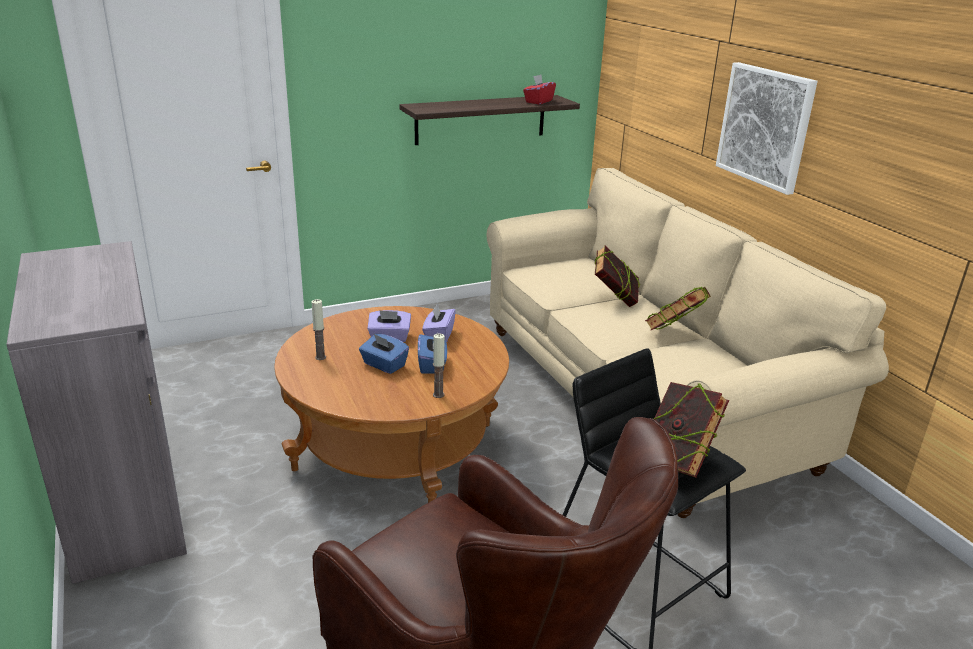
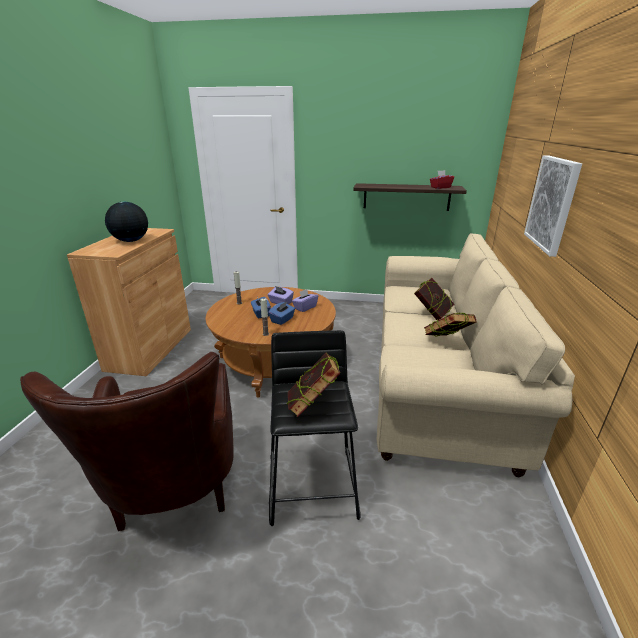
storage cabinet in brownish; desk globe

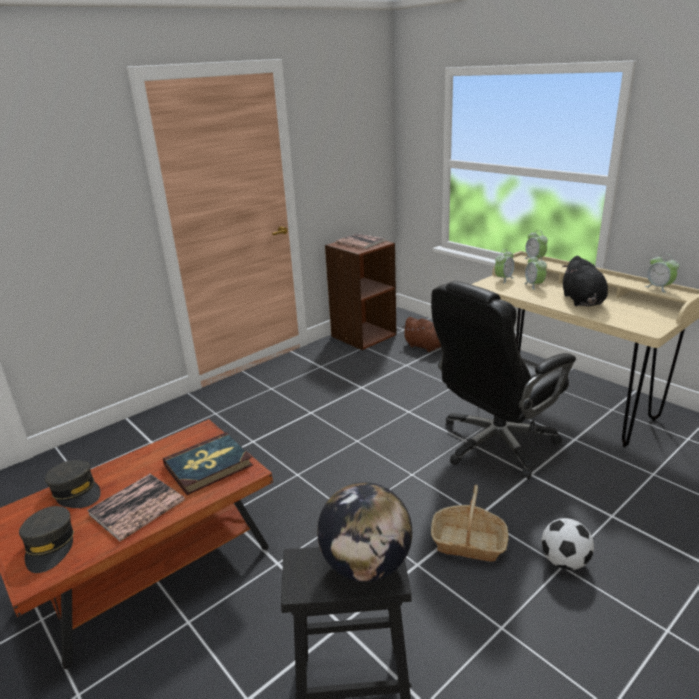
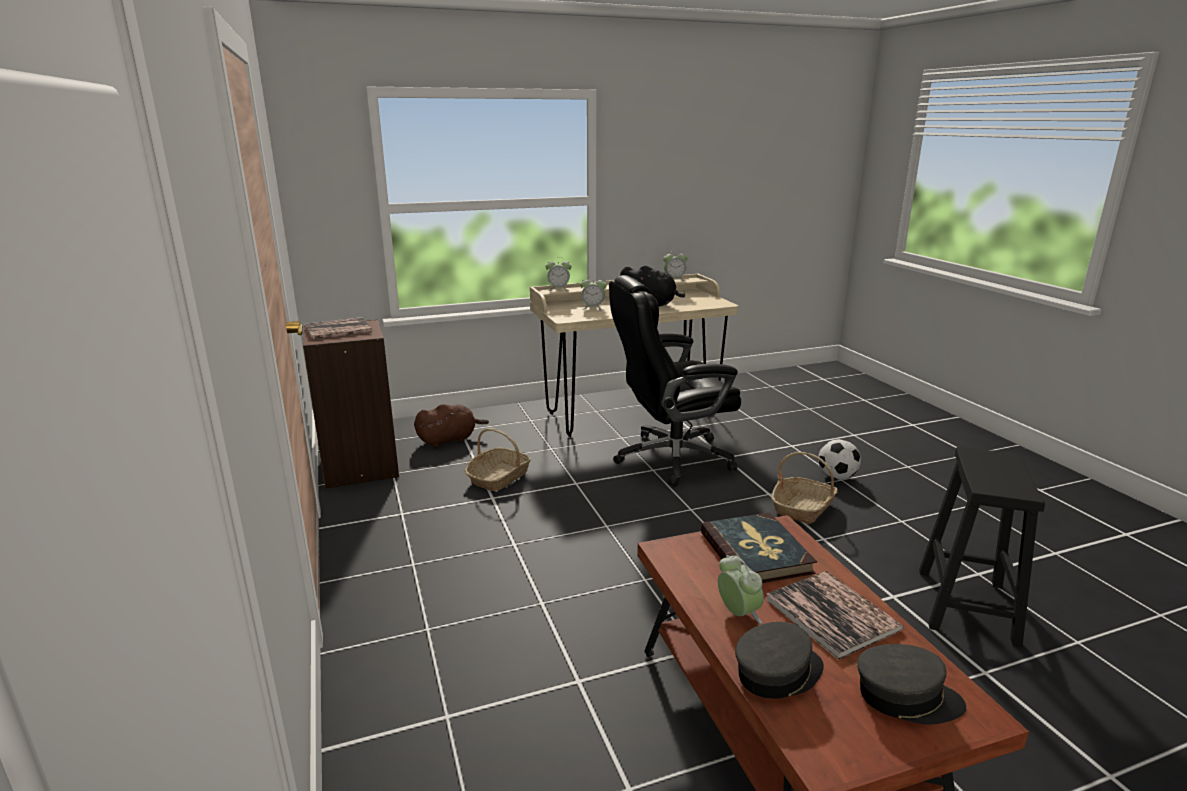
household basket (1st from left); office chair in black; bedside clock (4th from left); desk globe

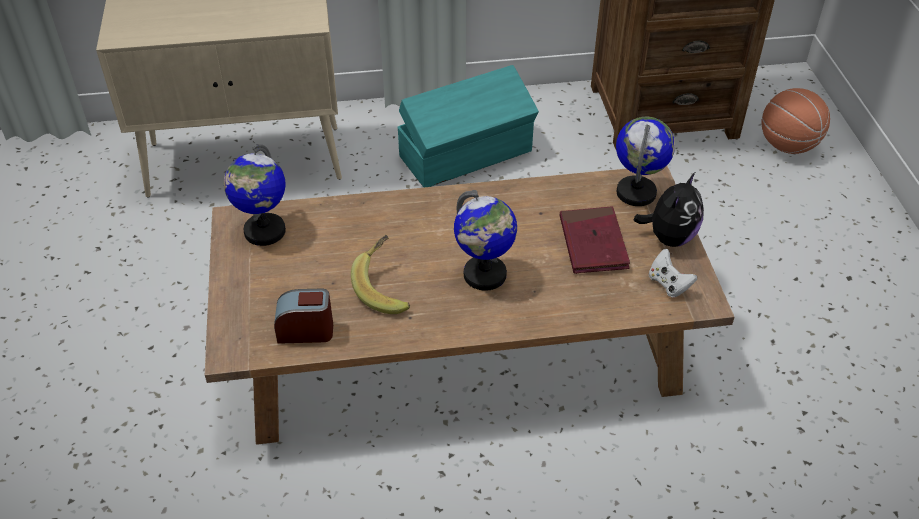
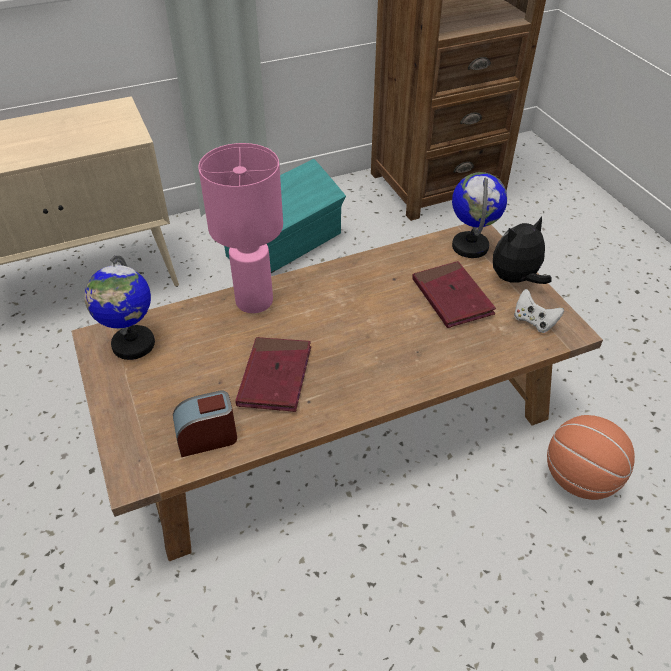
lamp for a table in pink; book in red-coloured (1st from left); plush toy; basketball ball; desk globe (2nd from left in the first image)

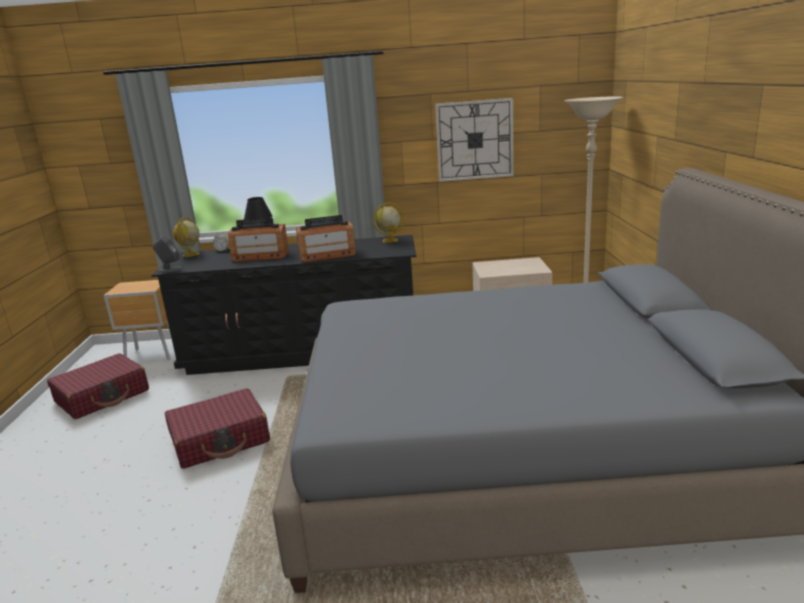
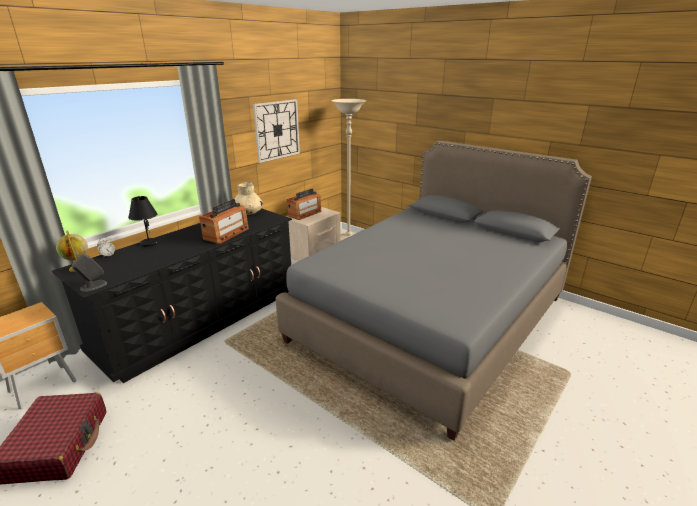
vase in beige-coloured; radio set (2nd from left); piece of luggage in red-coloured (2nd from left in the first image)

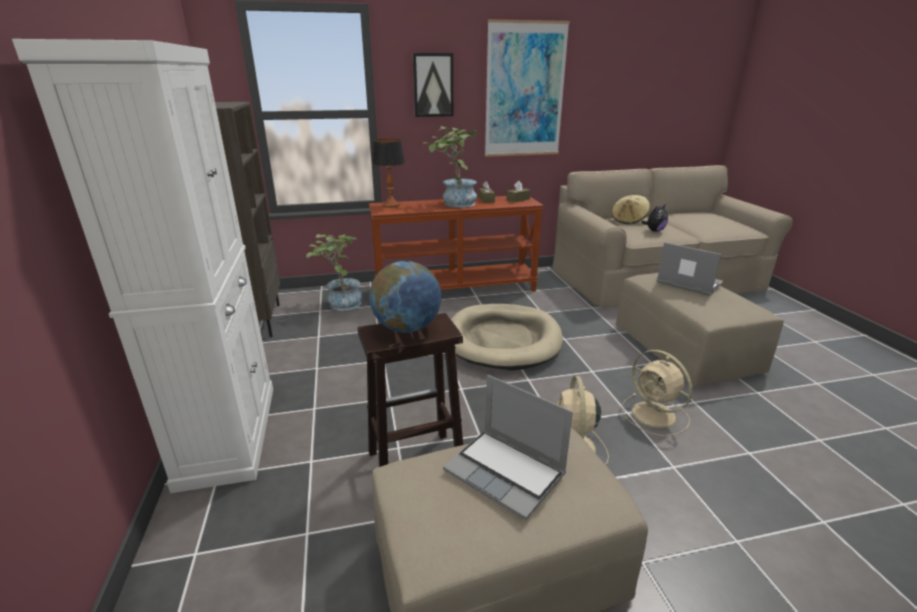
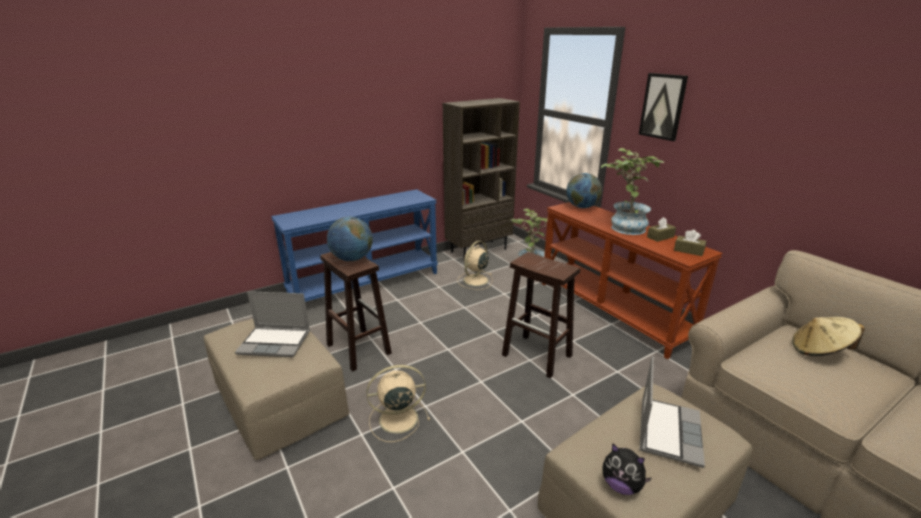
notebook computer (1st from left); console table in blue-coloured; fan in beige-coloured (2nd from left); sitting stool in brownish (2nd from left); desk globe (2nd from left); plush toy; wall picture (2nd from left in the first image)

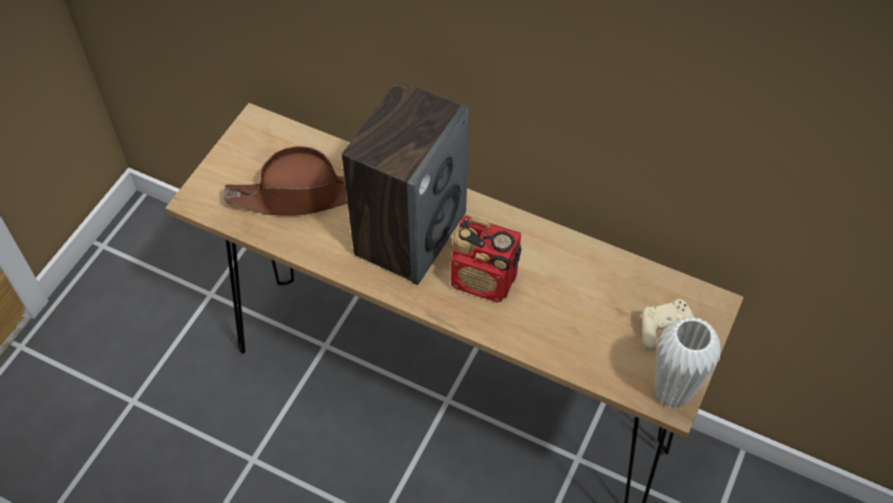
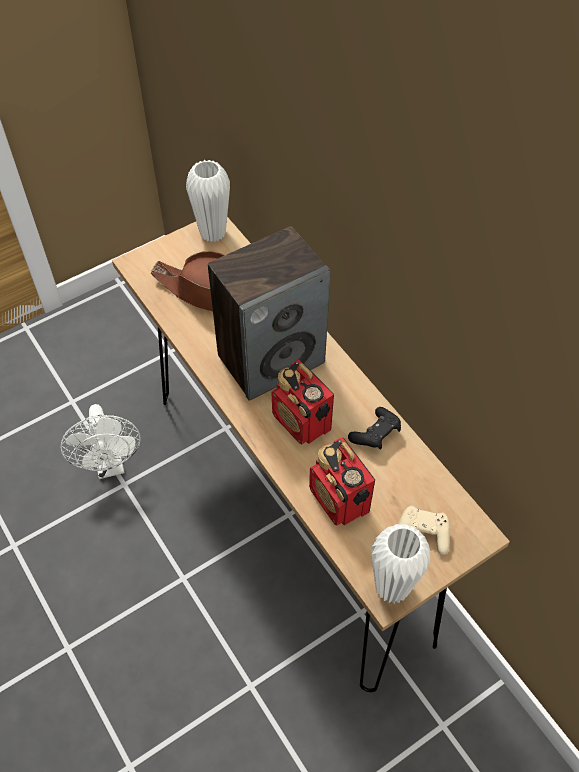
fan in whitish; vase in whitish (1st from left); radio set (2nd from left); game controller in black

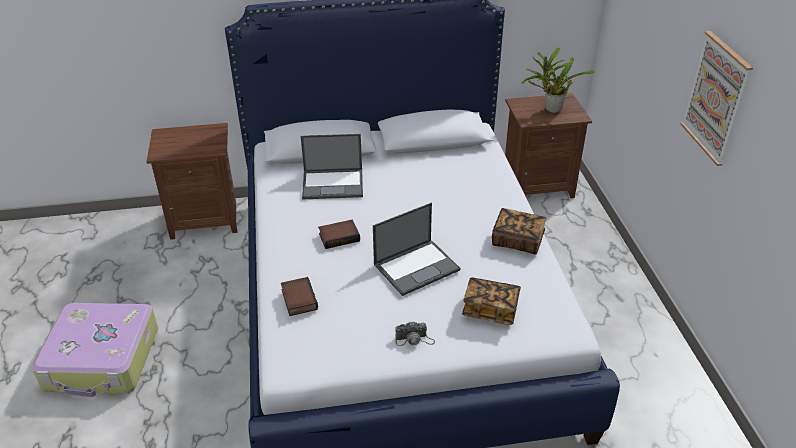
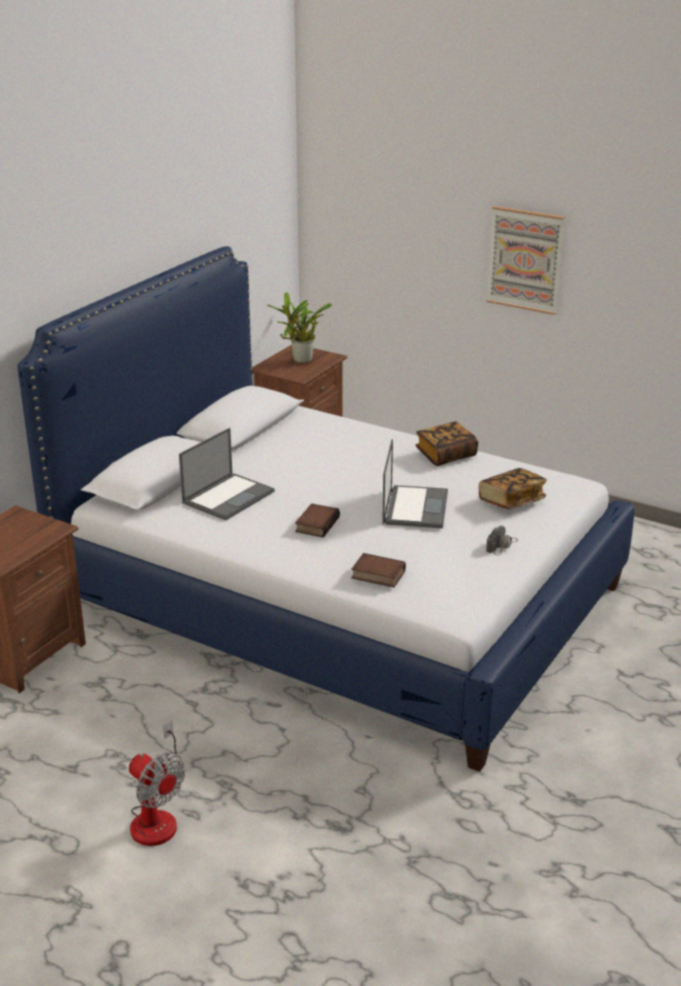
fan

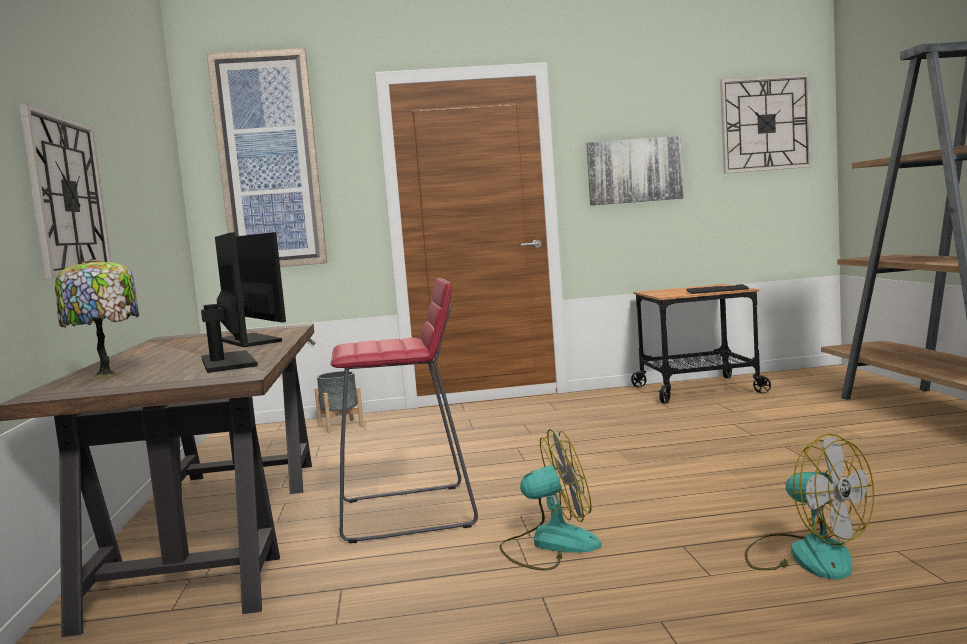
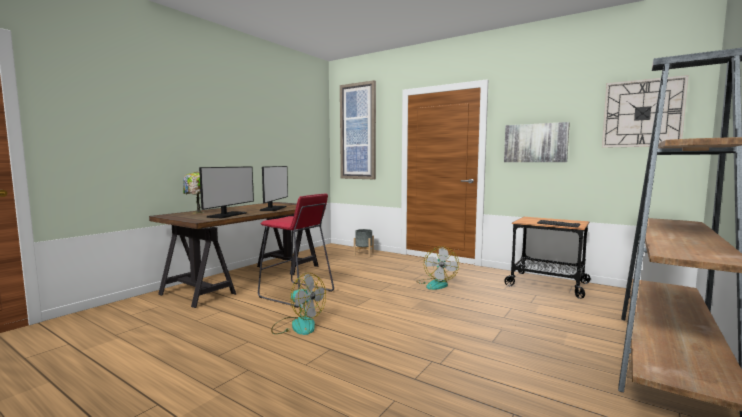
fan (2nd from left); clock on the wall (1st from left in the first image)

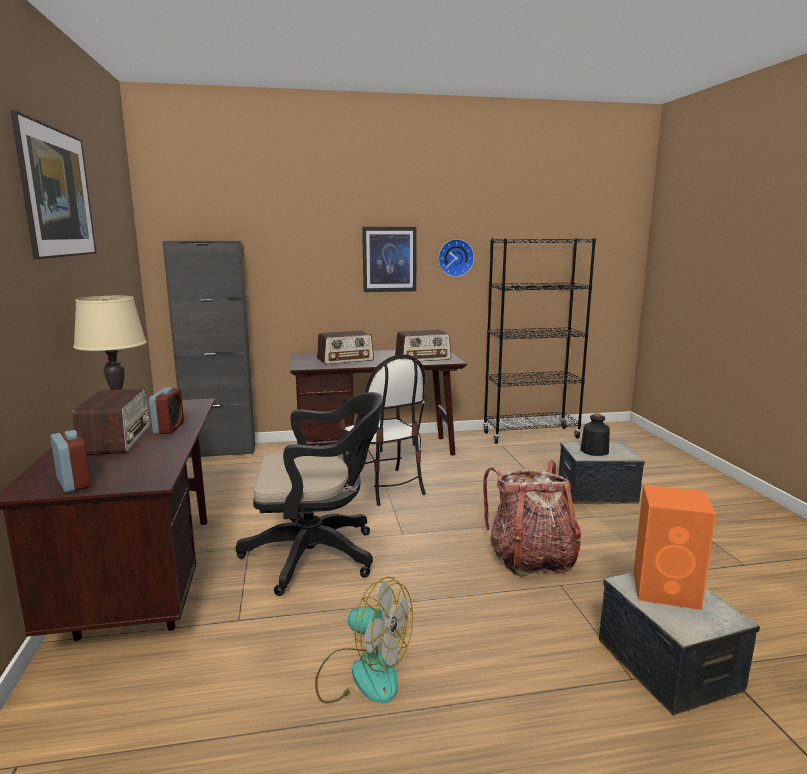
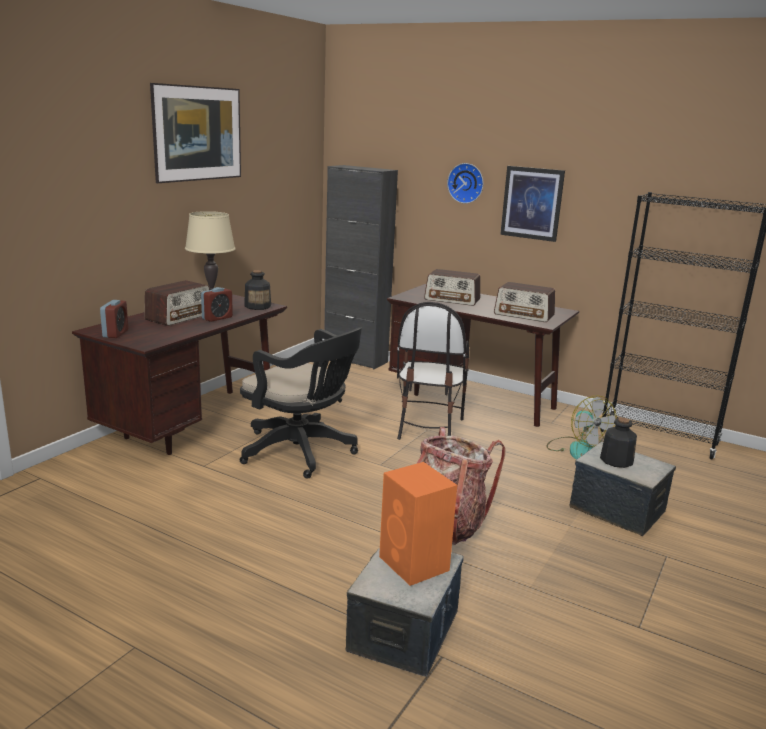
bottle (1st from left); clock on the wall; fan

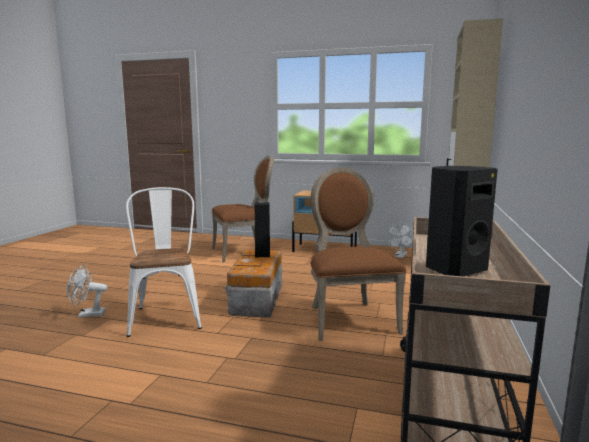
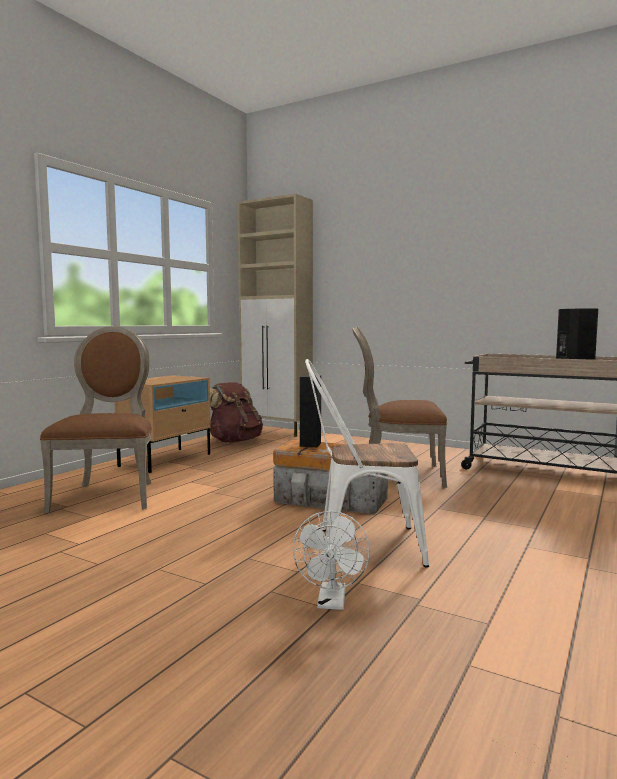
backpack in brownish

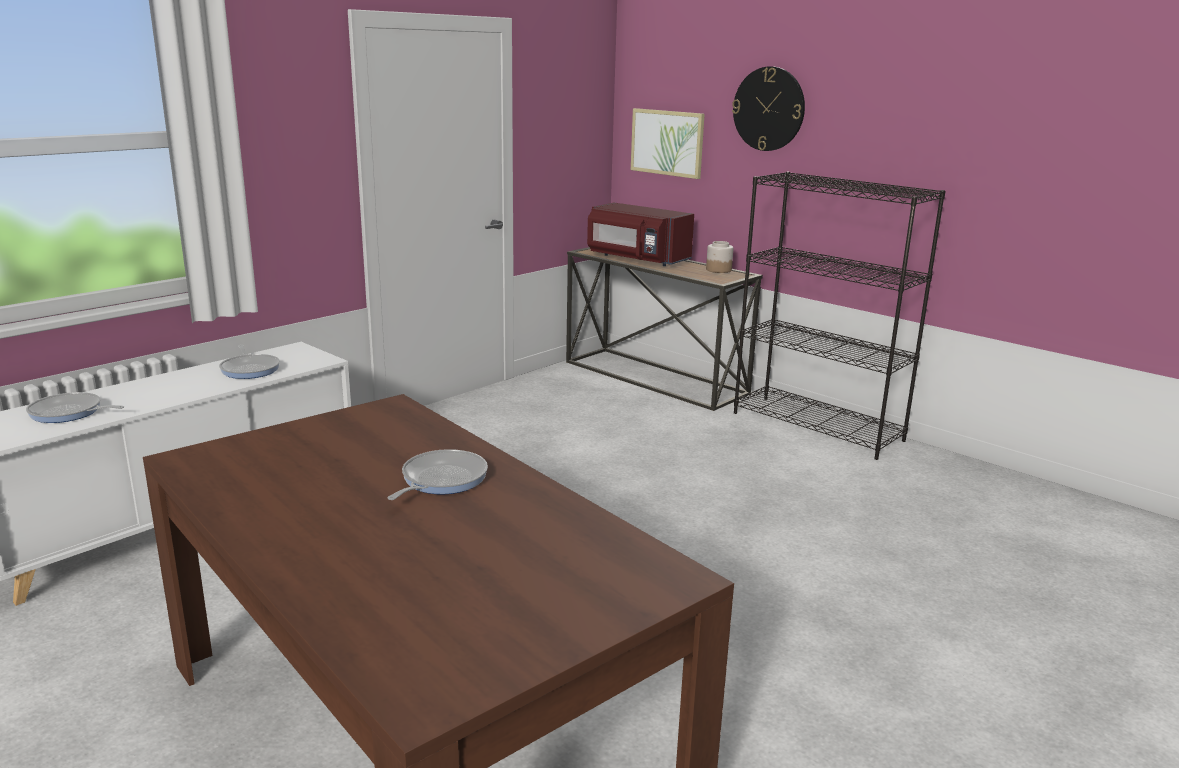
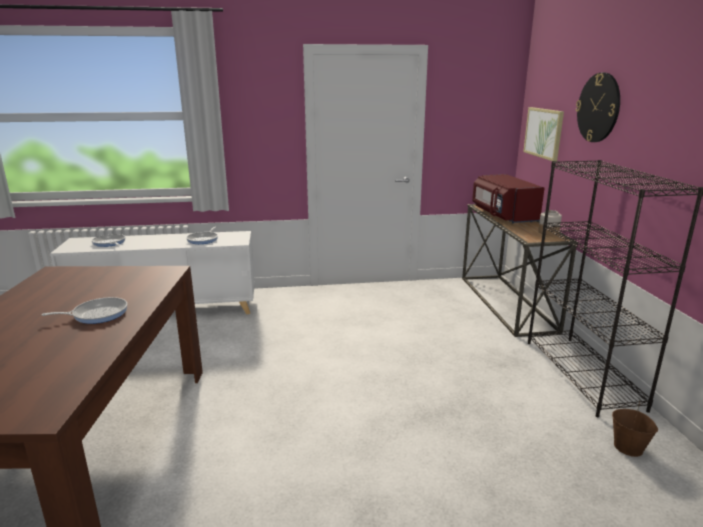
water bucket in brownish

